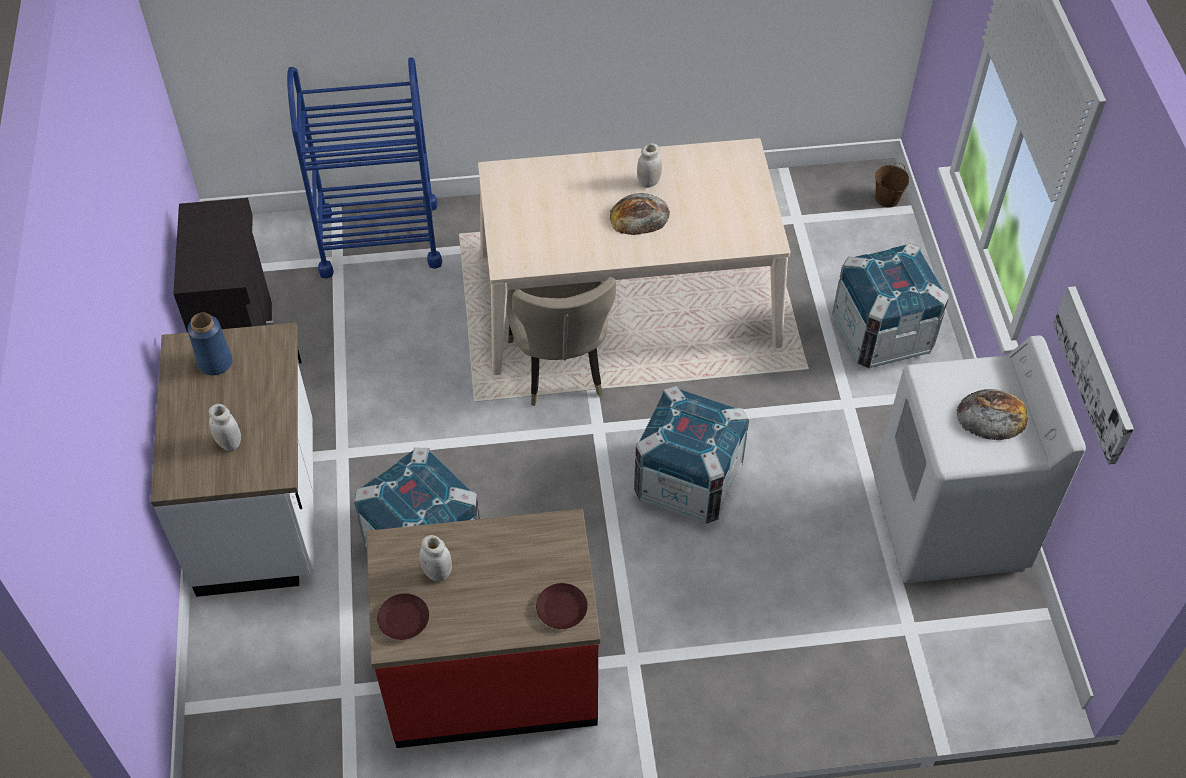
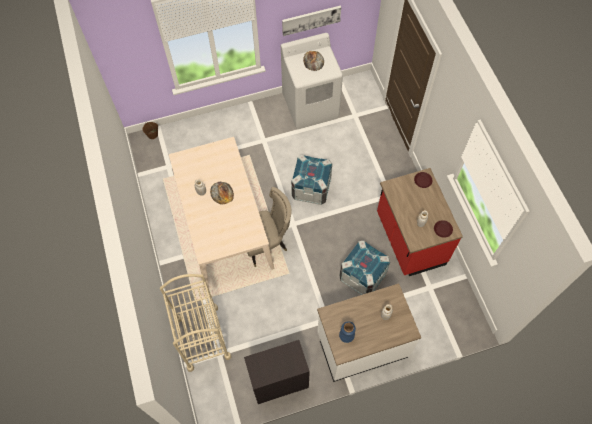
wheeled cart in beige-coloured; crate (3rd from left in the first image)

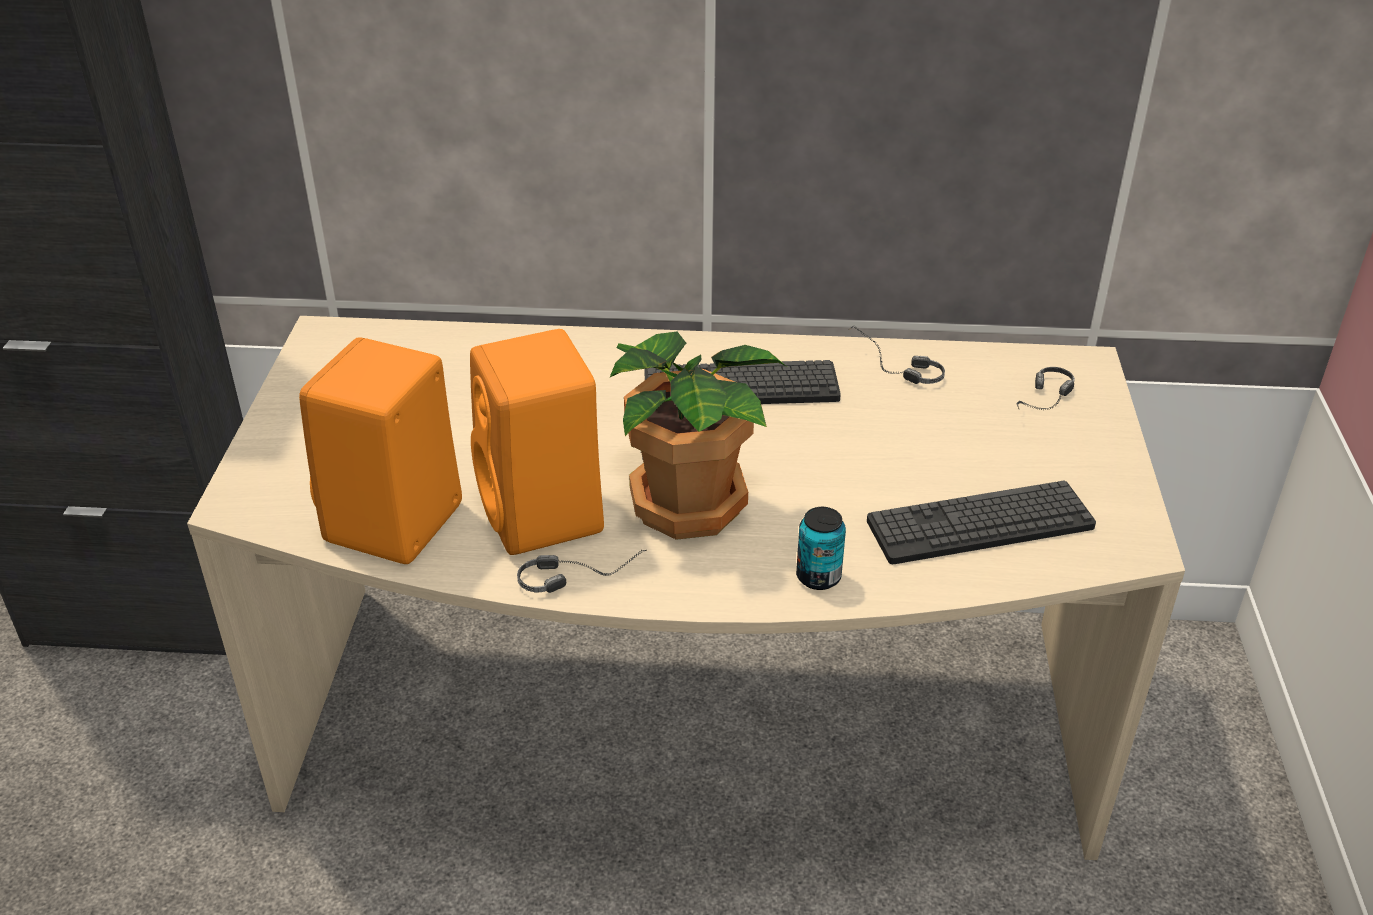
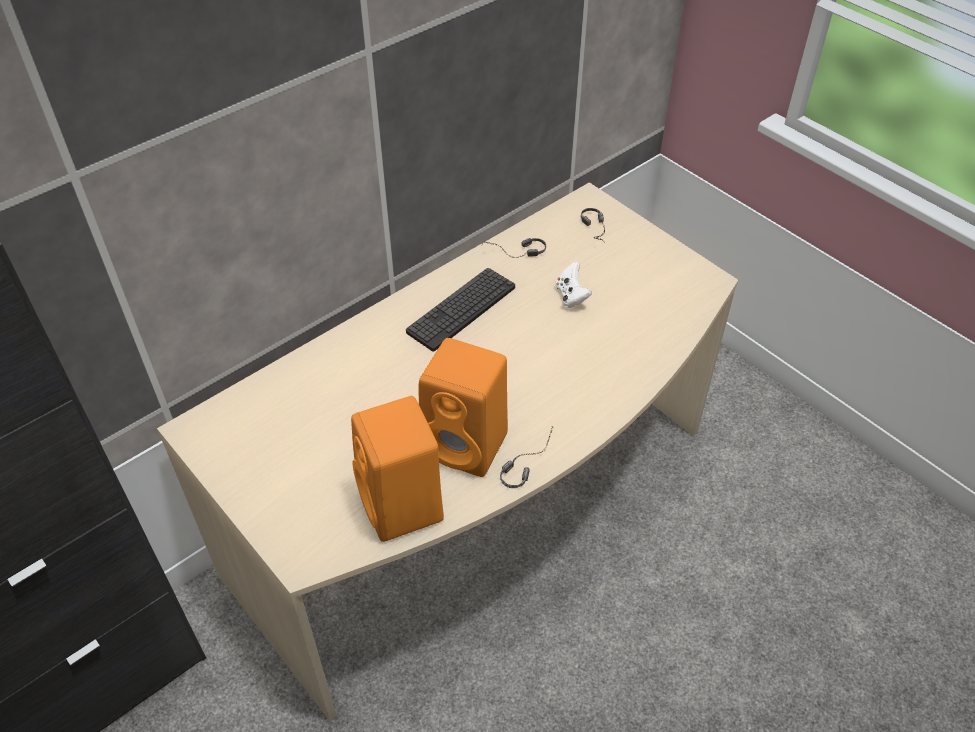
game controller in whitish; potted plant; sealed can; computer keyboard (2nd from left in the first image)

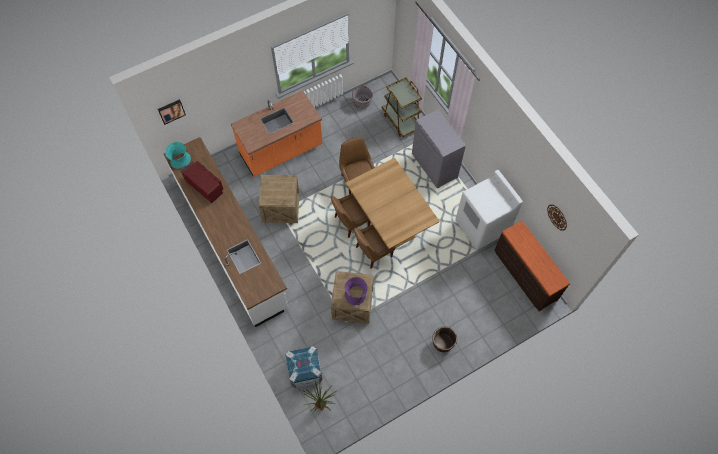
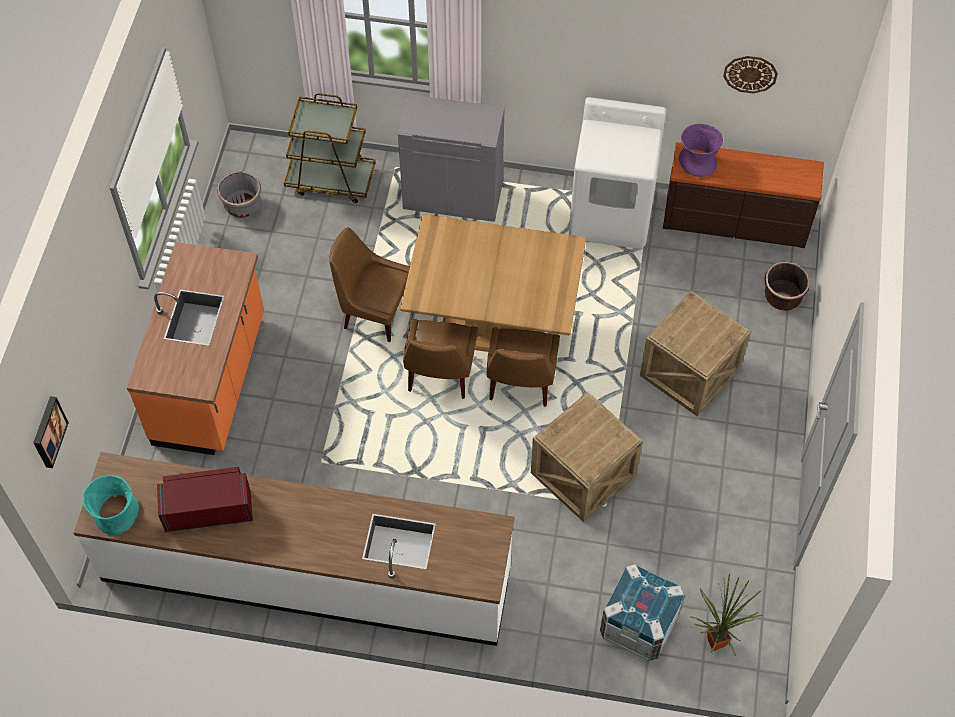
crate (3rd from left); vase in purple; flower pot in brownish

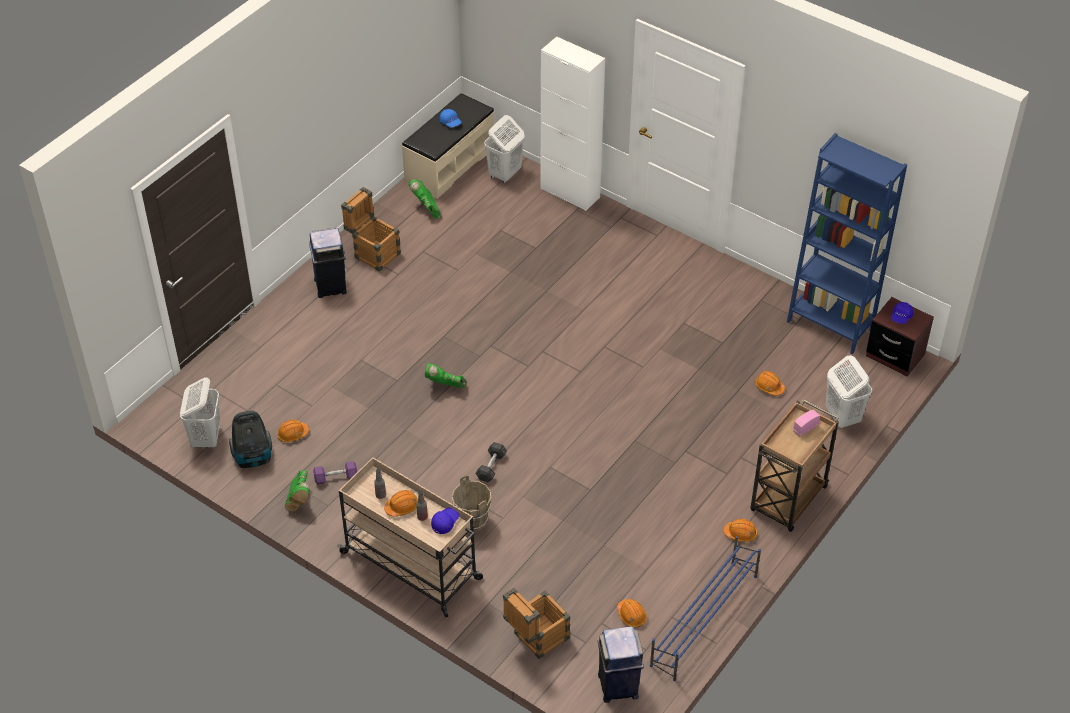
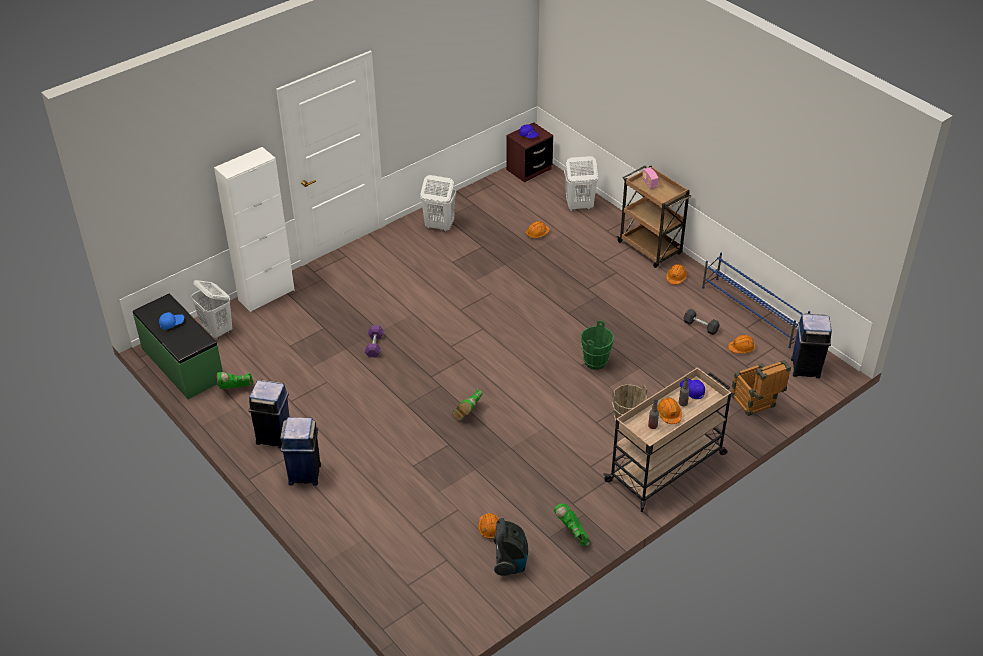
indoor bench in green-coloured; waste bin in blue-coloured (1st from left); dumbbell in purple; hamper in whitish (2nd from left); boot in green-coloured (3rd from left); water bucket in green-coloured; dumbbell in grey; bookshelf in blue-coloured

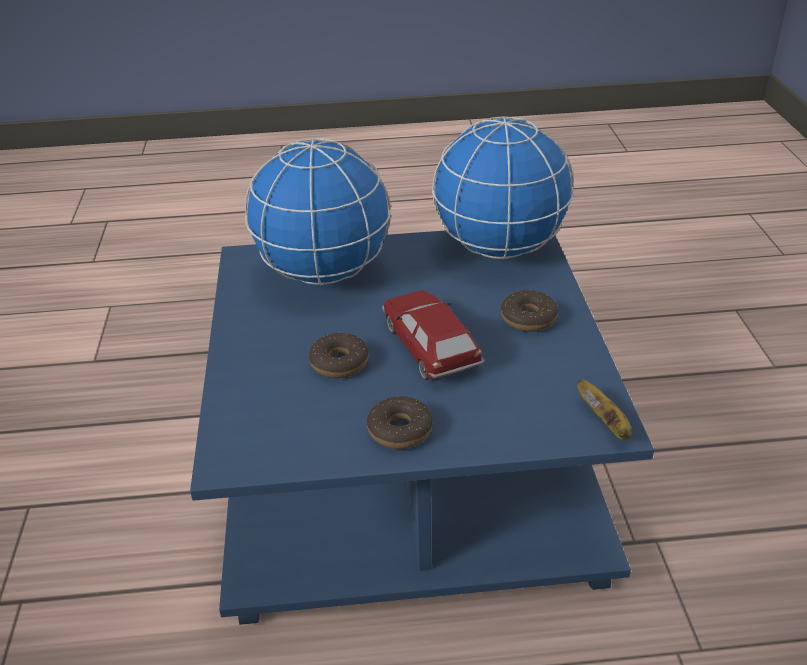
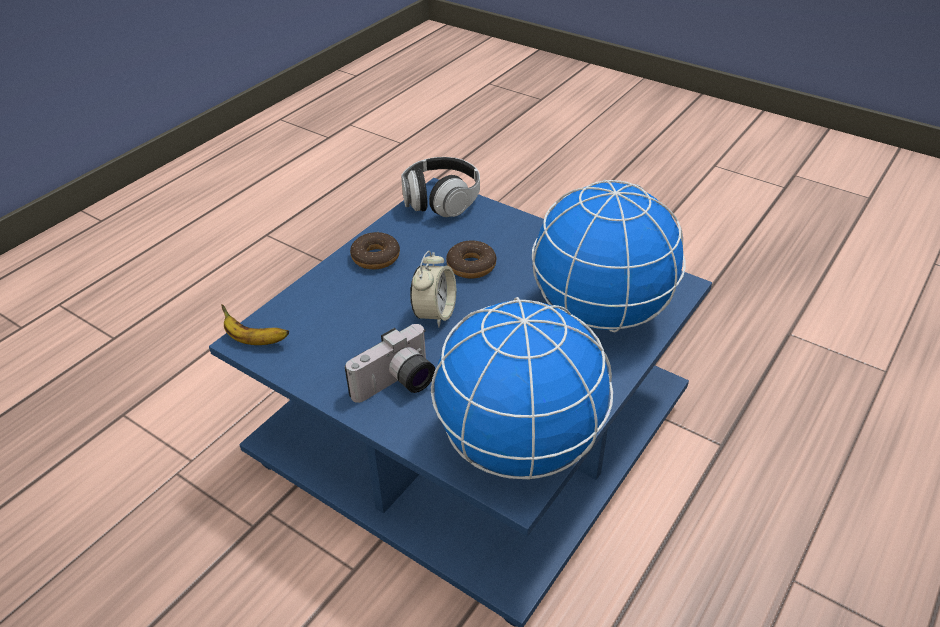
photo camera; pair of headphones; bedside clock

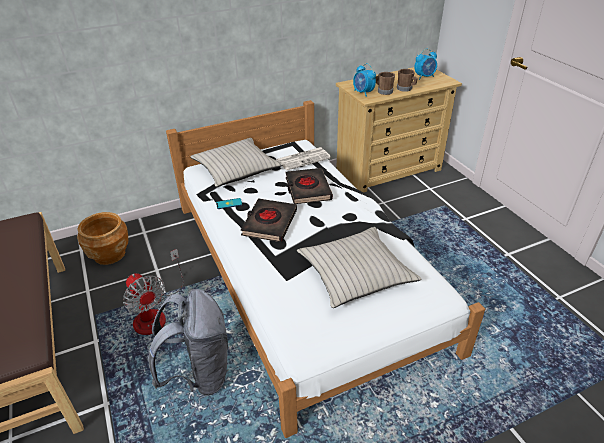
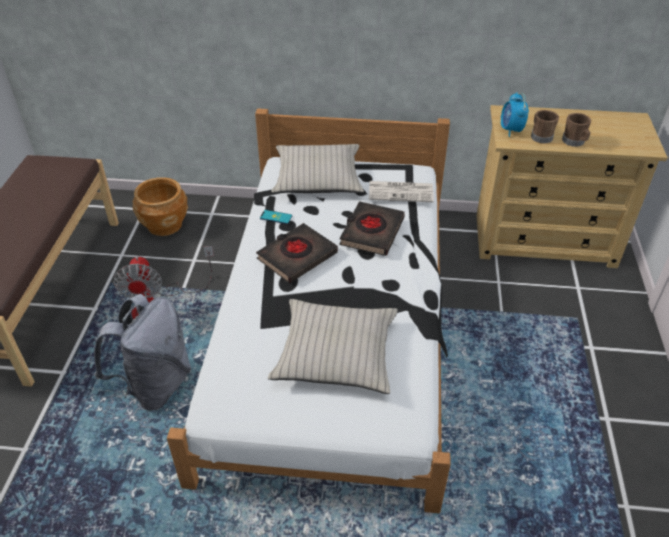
bedside clock (2nd from left in the first image)

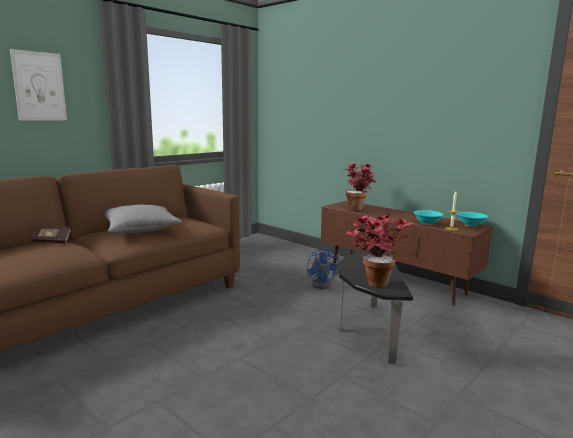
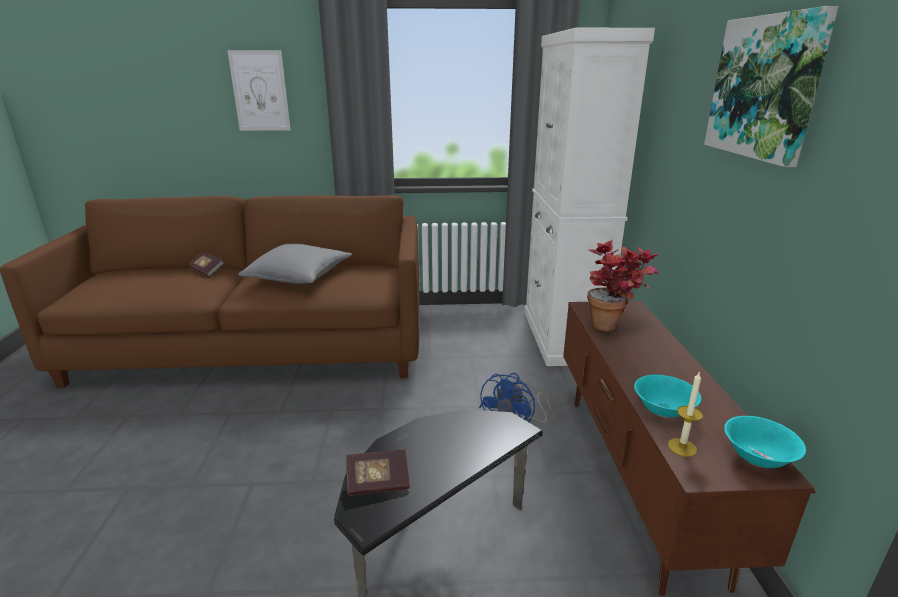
book (2nd from left); storage cabinet in whitish; wall picture (2nd from left)

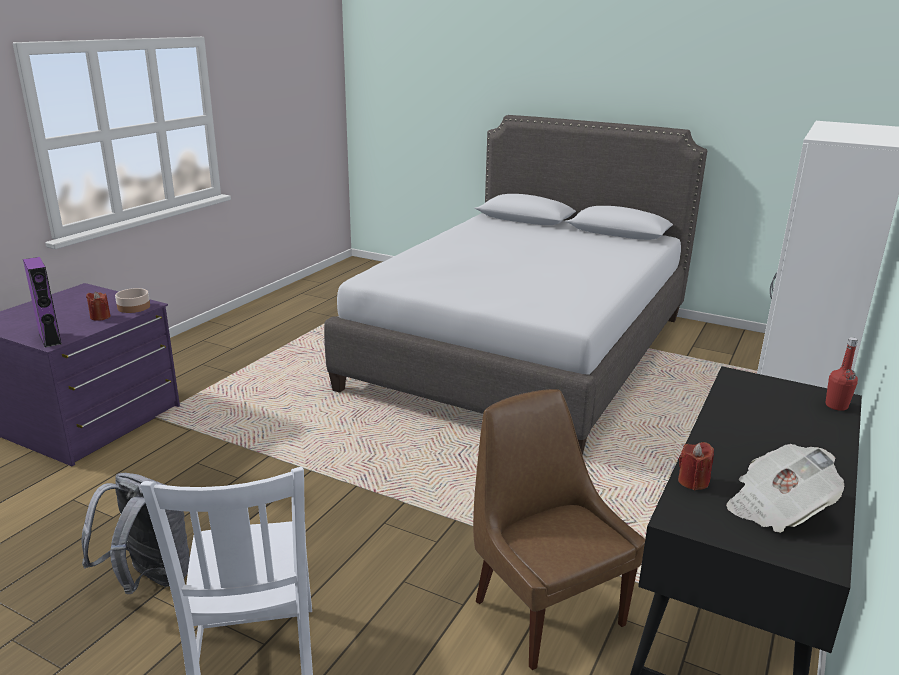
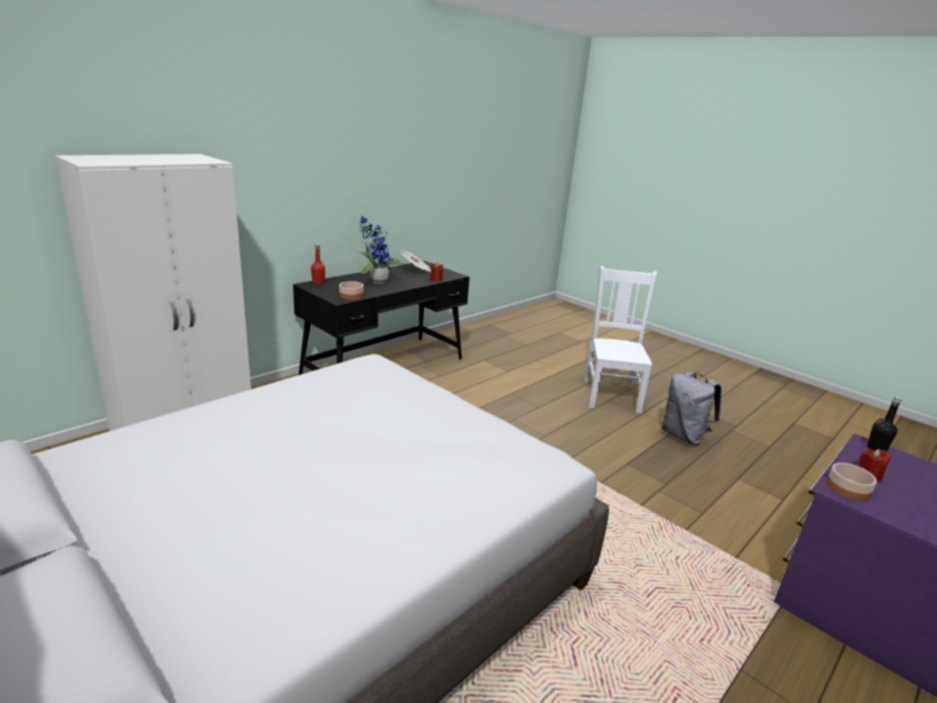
bowl (1st from left); potted plant; bottle in black; chair in brownish

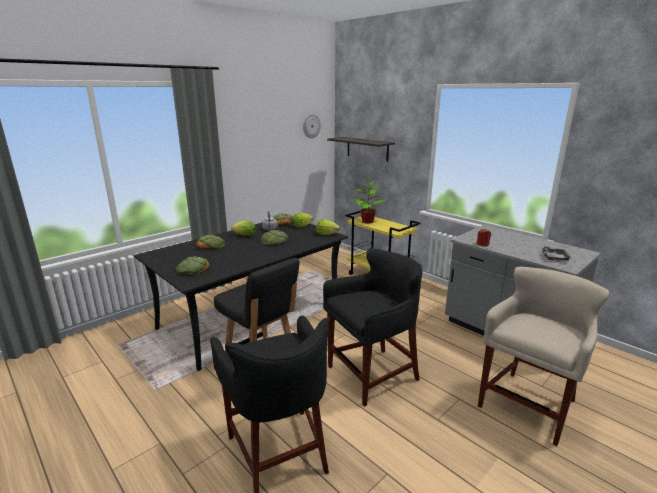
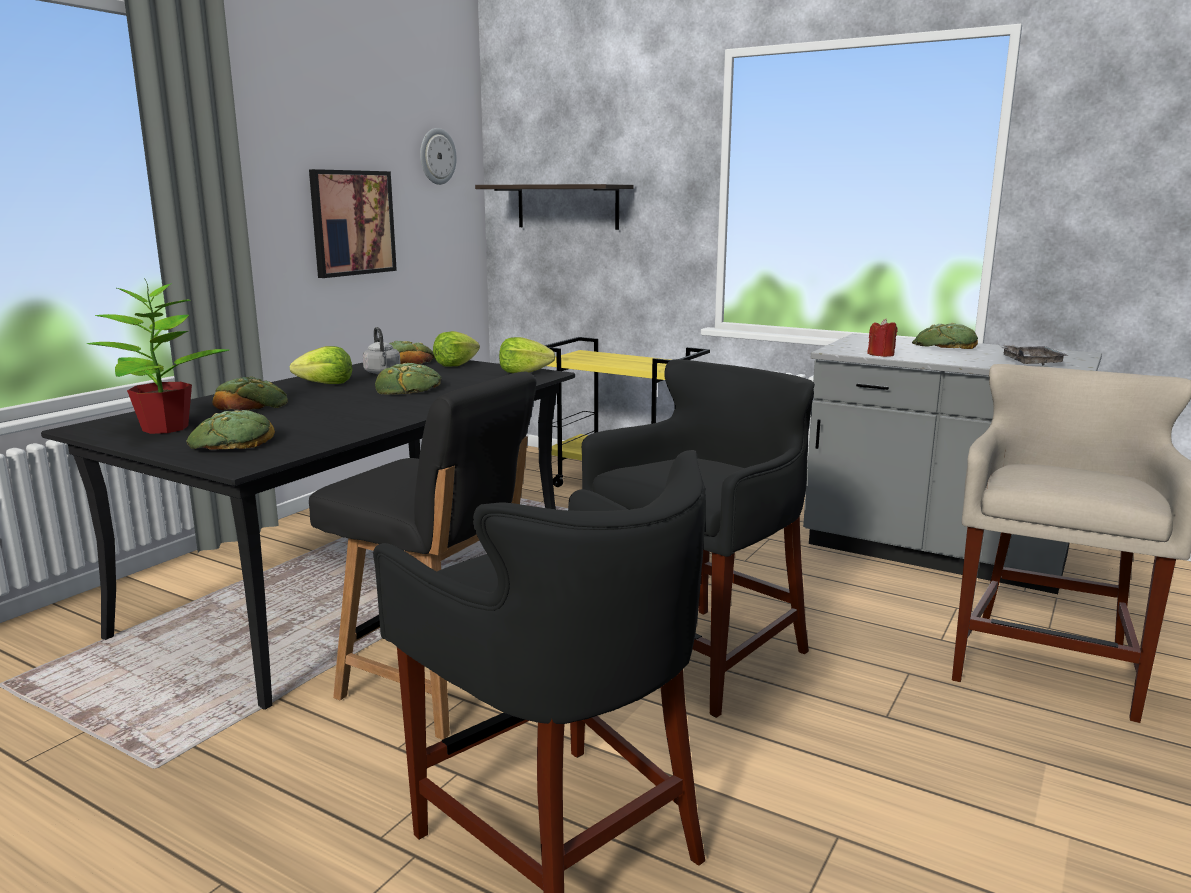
potted plant; wall picture; baked bread (5th from left)

